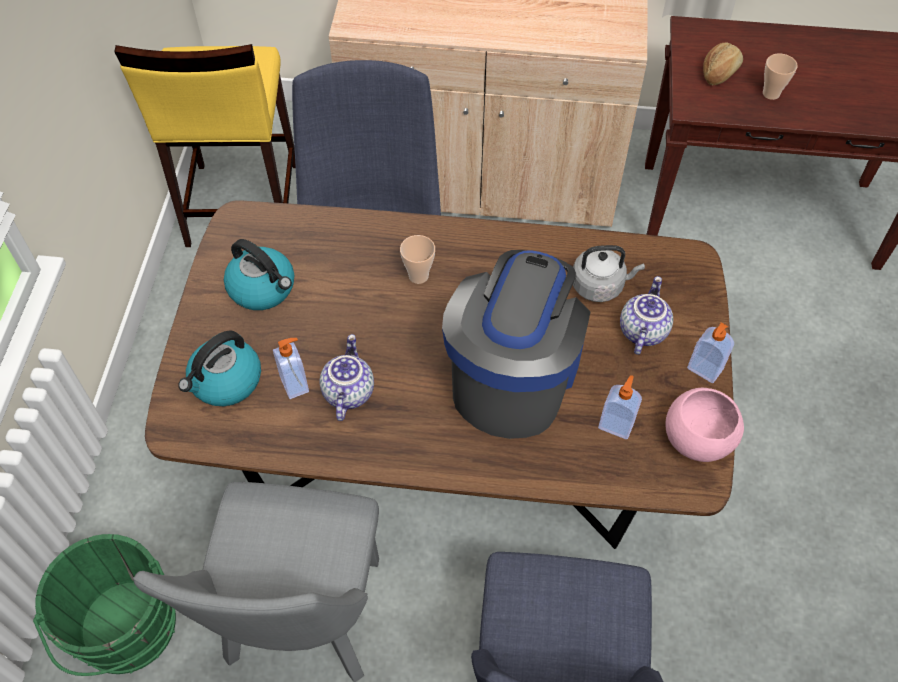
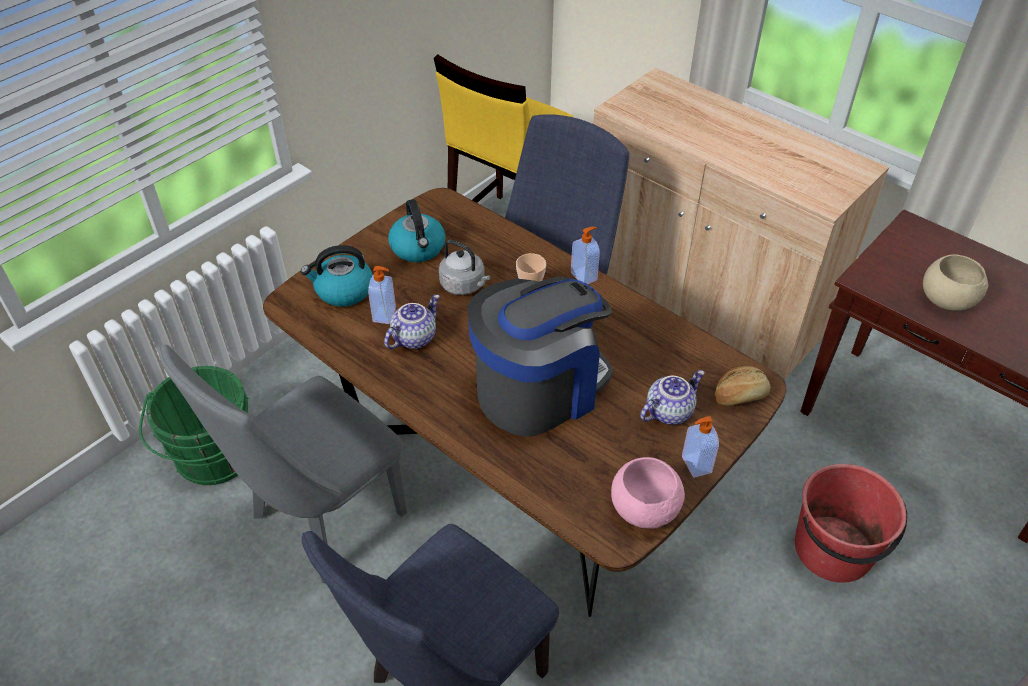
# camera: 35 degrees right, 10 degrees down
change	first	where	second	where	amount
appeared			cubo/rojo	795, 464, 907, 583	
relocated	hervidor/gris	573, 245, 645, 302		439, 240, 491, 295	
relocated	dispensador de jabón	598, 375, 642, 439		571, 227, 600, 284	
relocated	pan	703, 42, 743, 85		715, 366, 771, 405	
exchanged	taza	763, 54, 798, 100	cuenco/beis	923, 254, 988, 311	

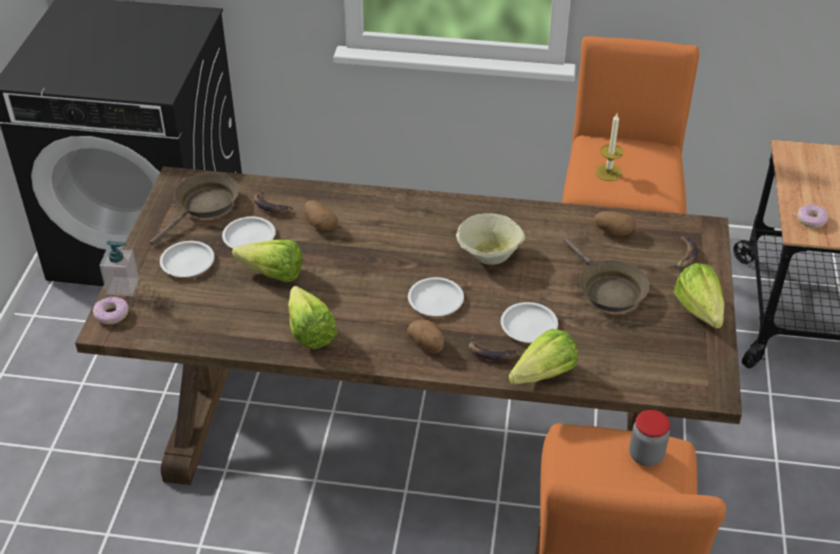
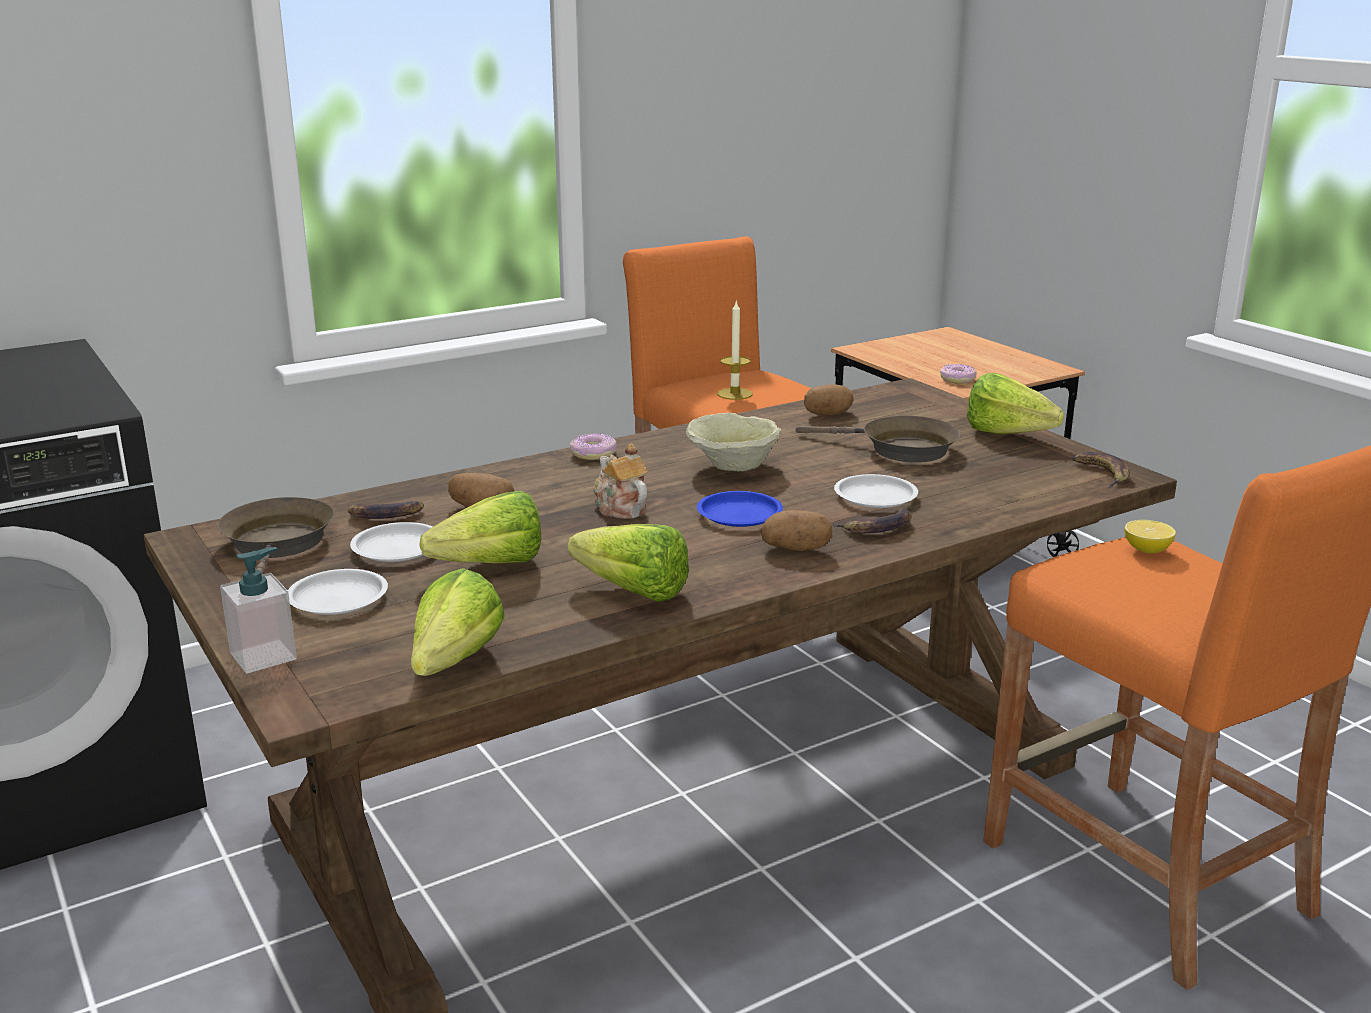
# camera: 40 degrees left, 20 degrees down
change	first	where	second	where	amount
appeared			tetera	593, 443, 648, 519	
relocated	rosquilla	93, 297, 128, 324		570, 433, 617, 460	
relocated	lechuga	509, 329, 578, 385		411, 568, 505, 676	
relocated	plátano	666, 236, 698, 269		1072, 452, 1130, 488	
exchanged	tarro	629, 410, 670, 466	limón	1124, 520, 1176, 553	
colour	plato/blanco	408, 277, 464, 316	plato/azul	697, 491, 783, 527	

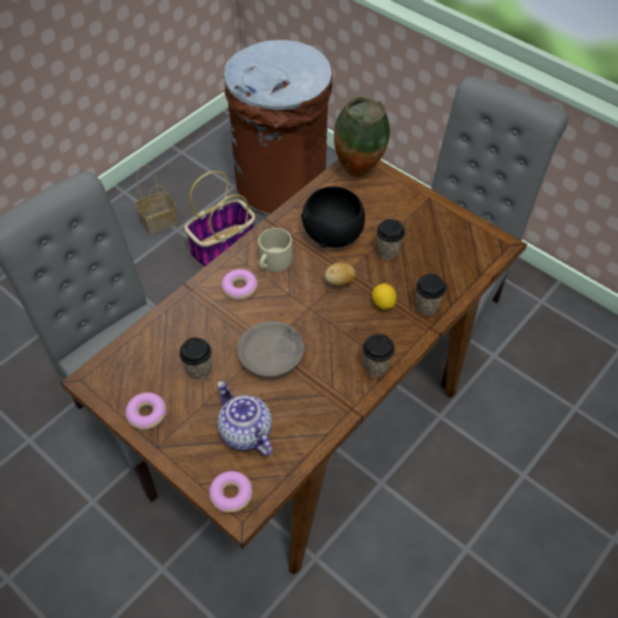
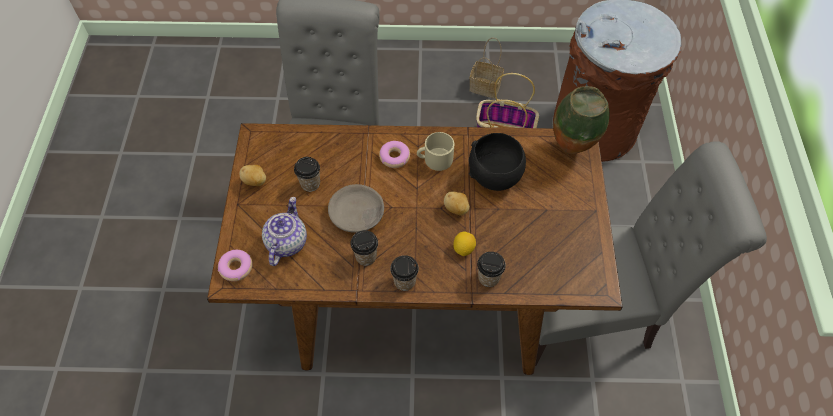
# camera: 50 degrees right, 5 degrees up
change	first	where	second	where	amount
relocated	taza	376, 219, 405, 259		350, 230, 378, 266	
exchanged	rosquilla	125, 392, 167, 430	patata	240, 165, 266, 186	

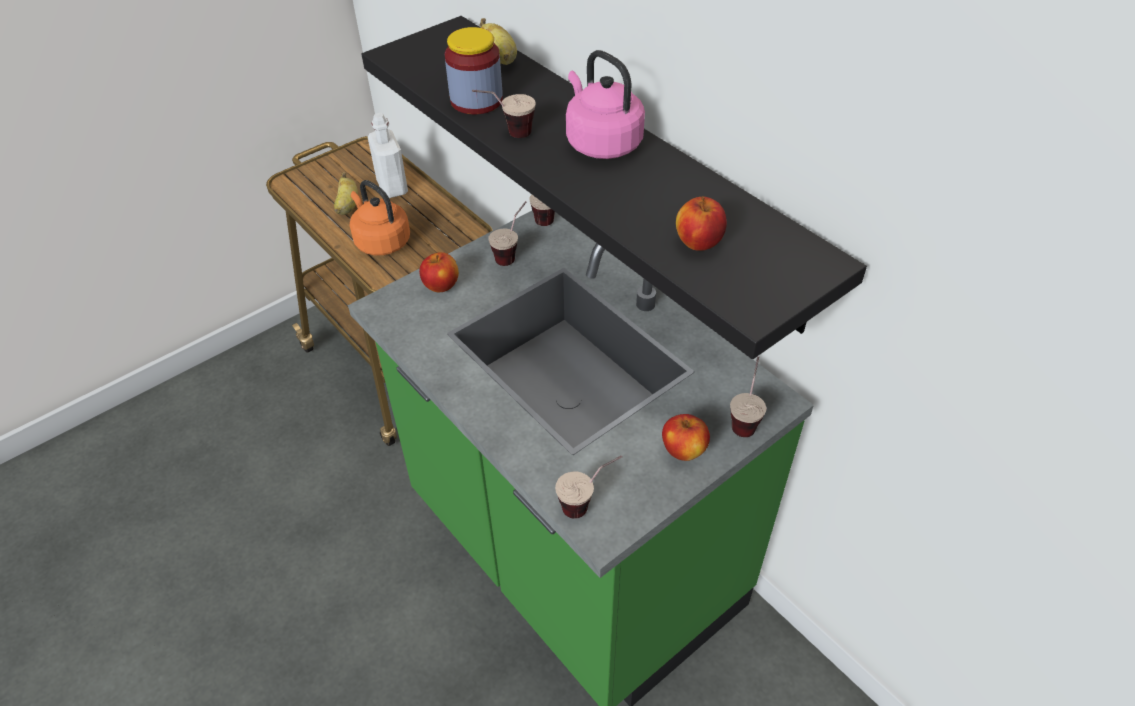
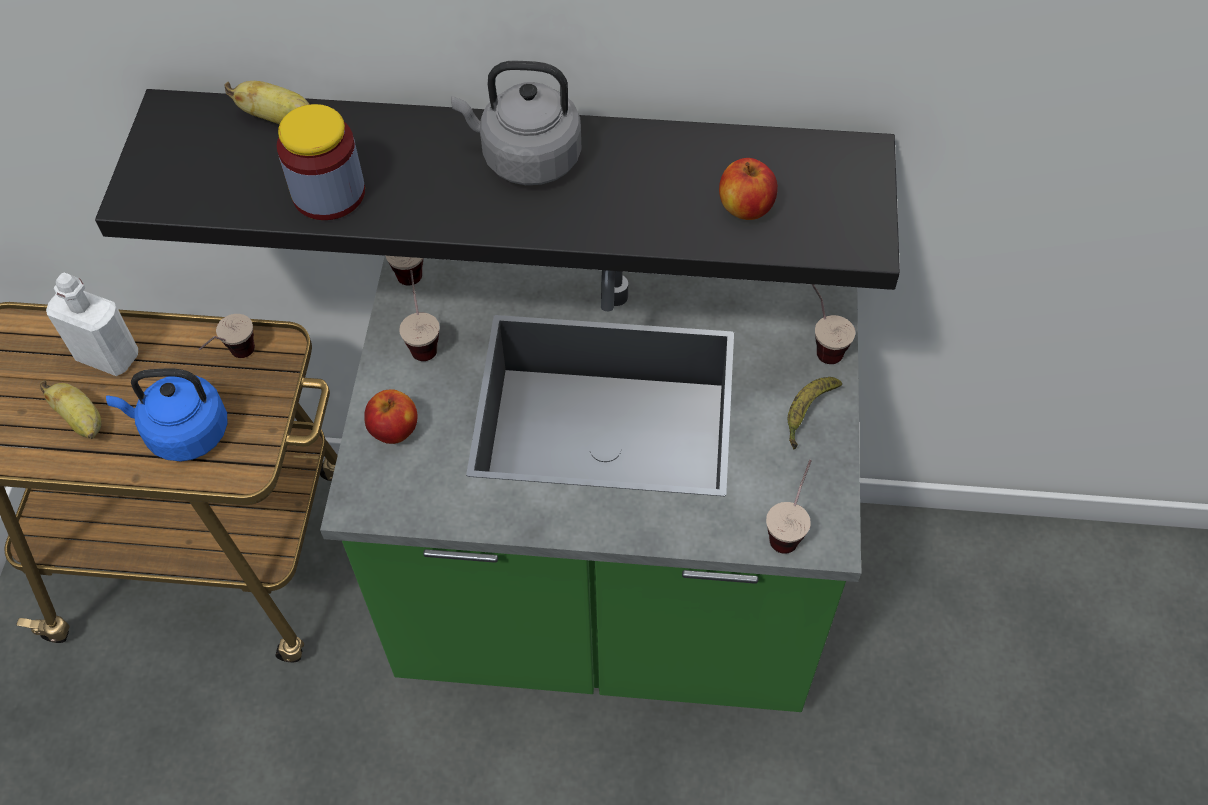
# camera: 45 degrees left, 10 degrees up
change	first	where	second	where	amount
relocated	taza	472, 90, 536, 138		199, 314, 255, 358	
exchanged	manzana	662, 414, 710, 461	plátano	788, 377, 842, 449	
colour	hervidor/naranja	350, 180, 410, 255	hervidor/azul	106, 368, 228, 462	
colour	hervidor/rosa	566, 50, 645, 159	hervidor/gris	451, 61, 582, 185	

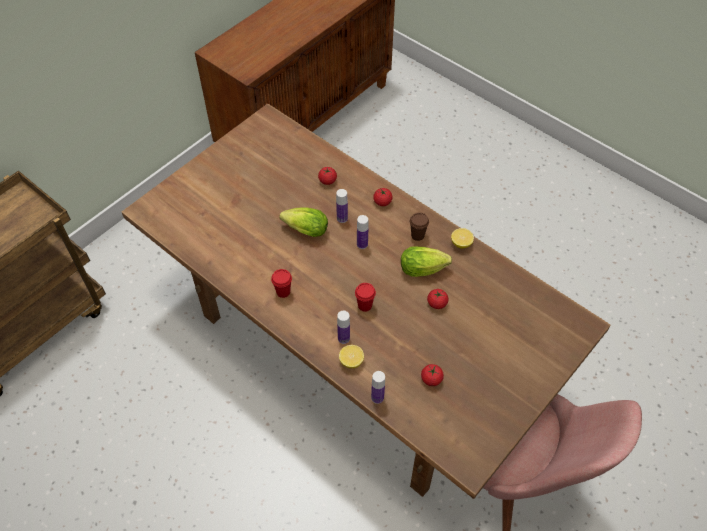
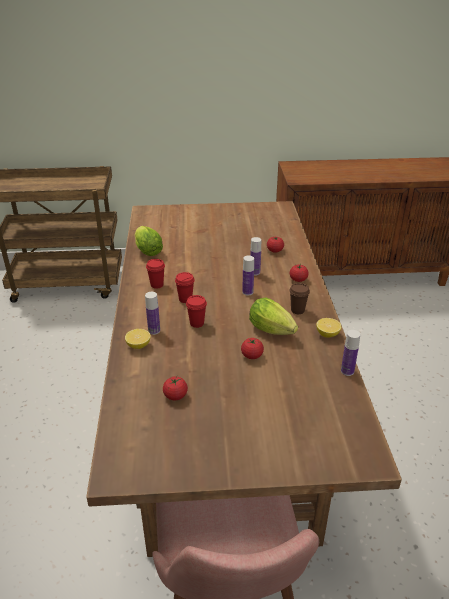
# camera: 45 degrees right, 20 degrees down
change	first	where	second	where	amount
appeared			taza/rojo	175, 272, 195, 303	
relocated	lechuga	280, 207, 328, 237		135, 226, 163, 256	
relocated	botella	371, 371, 385, 404		341, 330, 360, 376	

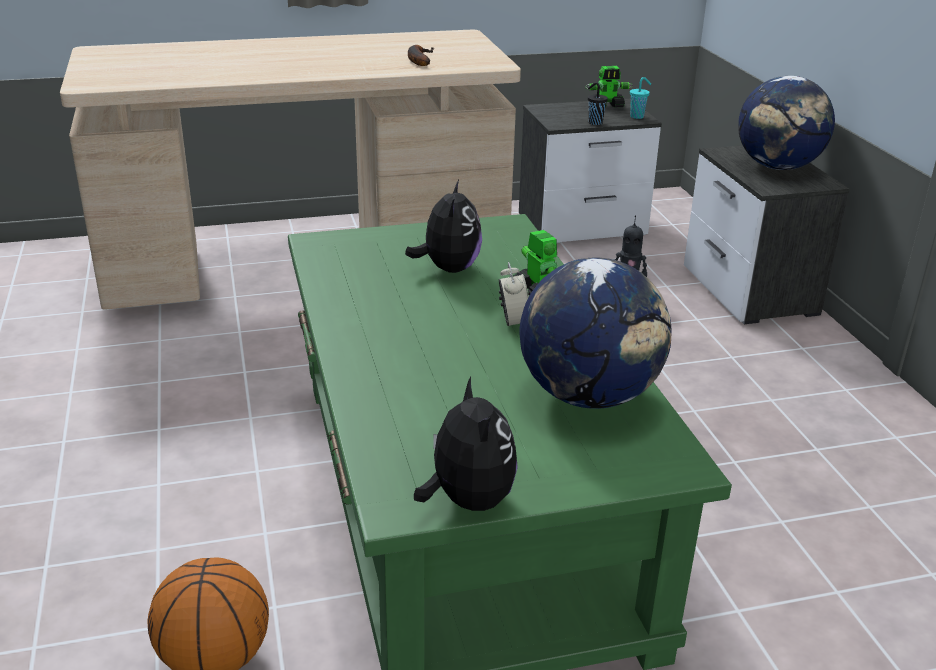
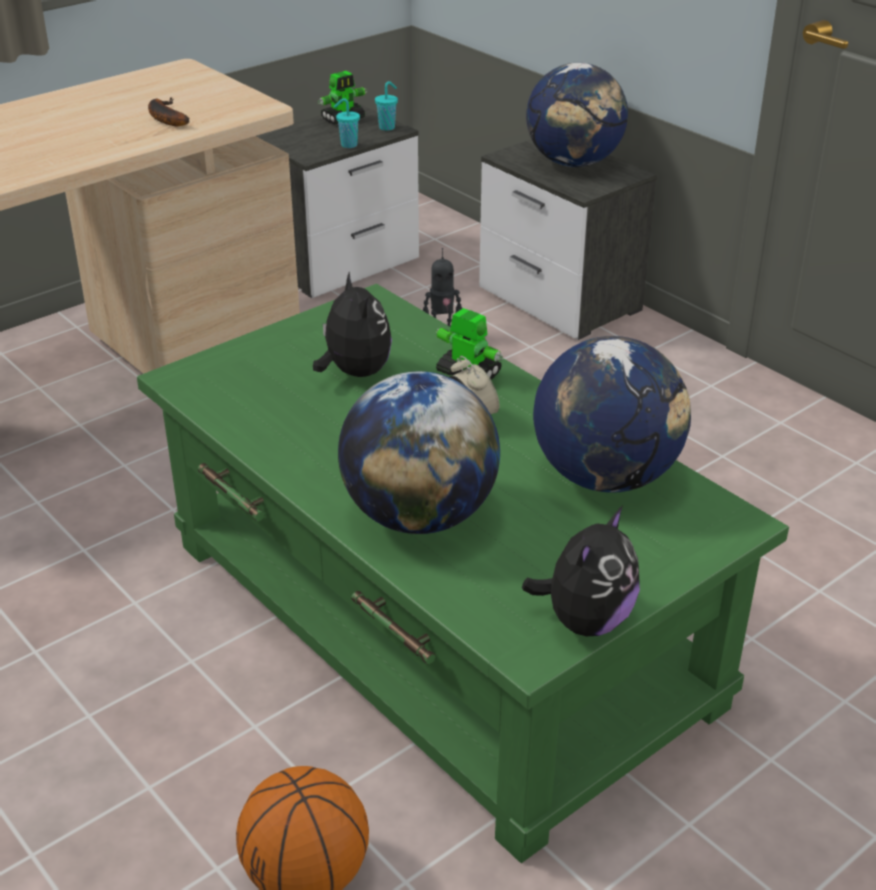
# camera: 25 degrees left, 5 degrees up
change	first	where	second	where	amount
appeared			globo terráqueo	338, 371, 500, 534	
colour	taza/negro	588, 82, 608, 125	taza/turquesa	334, 98, 360, 148	
spun	peluche	414, 376, 518, 511		522, 505, 640, 636	75 degrees clockwise

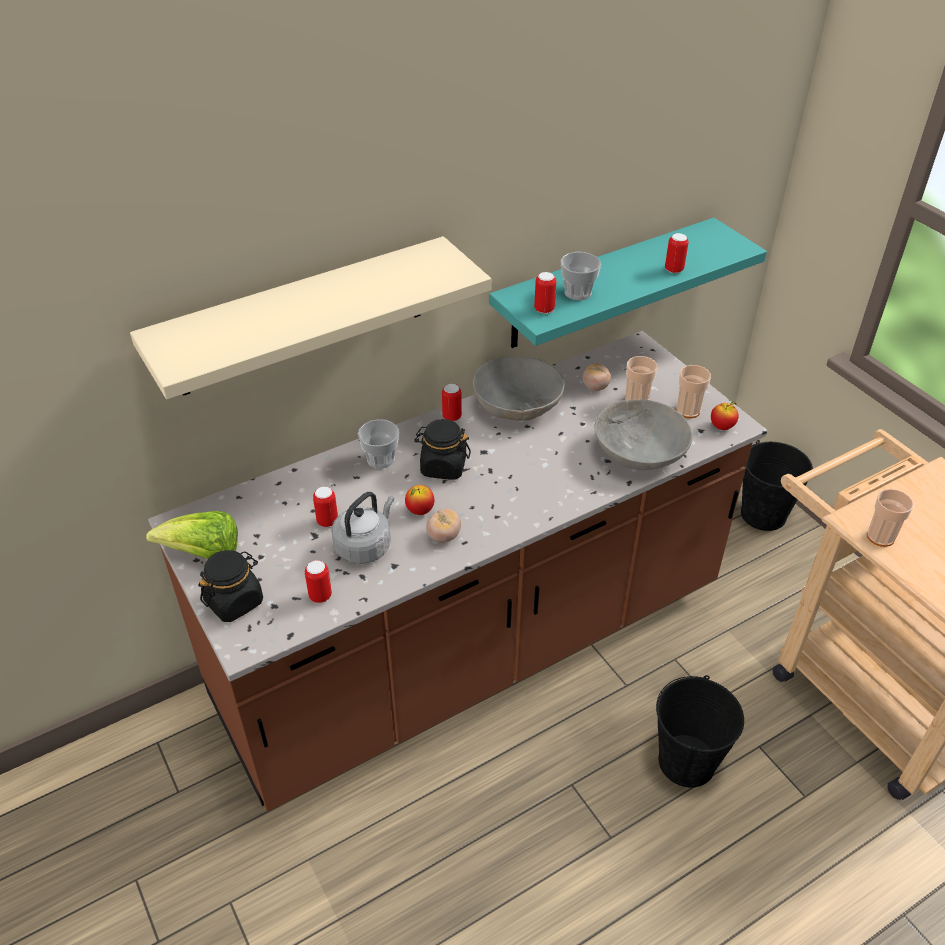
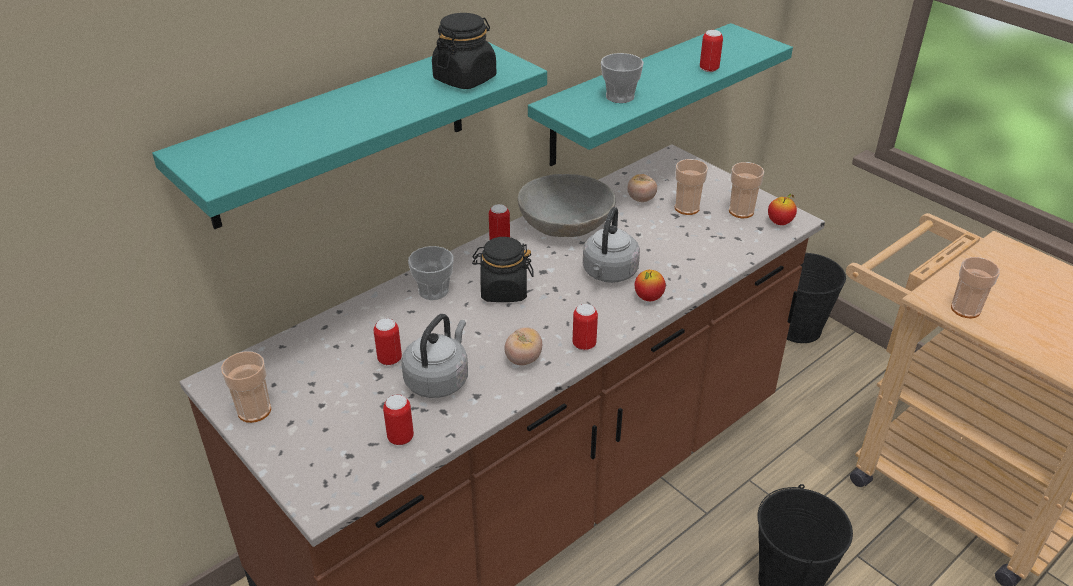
# camera: 10 degrees left, 5 degrees down
change	first	where	second	where	amount
missing	cuenco/gris	594, 399, 692, 470			
appeared			hervidor/gris	583, 207, 640, 283	
relocated	tarro/negro	198, 550, 263, 622		432, 13, 496, 89	
relocated	manzana	405, 485, 435, 515		635, 270, 666, 301	
relocated	lata	534, 272, 556, 314		573, 304, 598, 350	
exchanged	lechuga	146, 511, 238, 559	taza	221, 351, 271, 423	
colour	estante/beis	130, 236, 491, 399	estante/turquesa	152, 41, 547, 229	

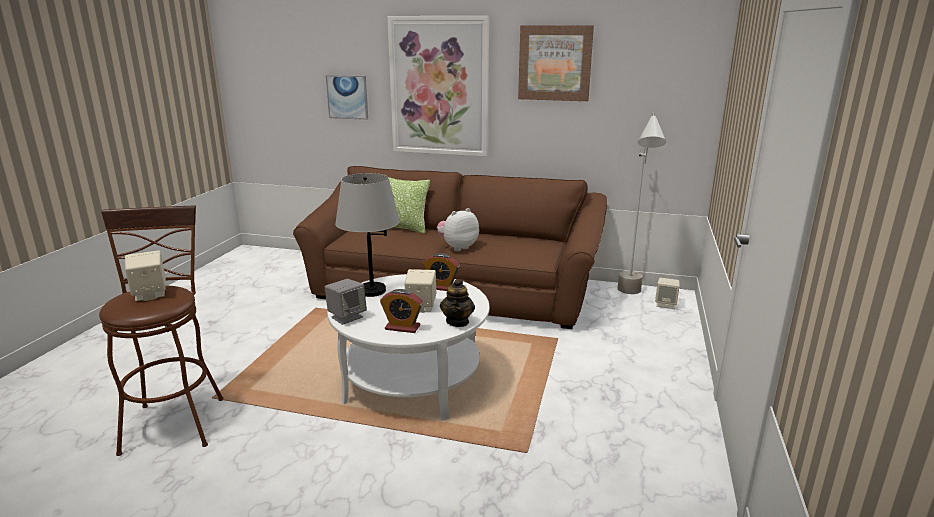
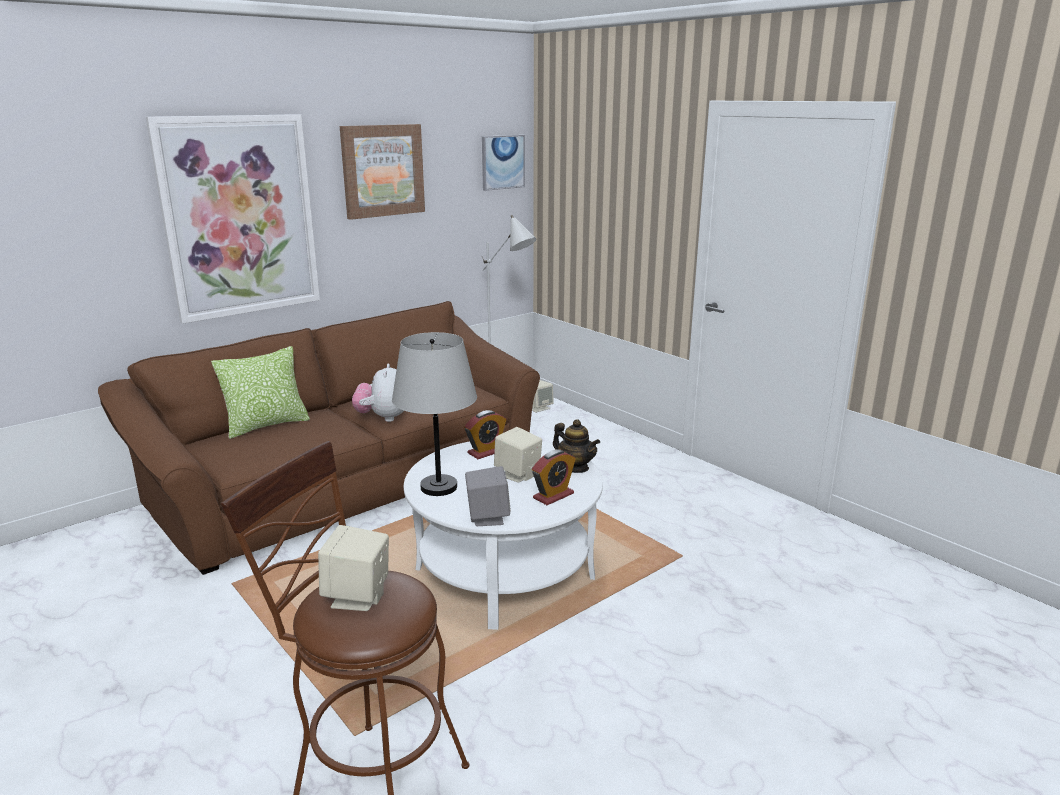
# camera: 55 degrees left, 0 degrees up
change	first	where	second	where	amount
relocated	cuadro	326, 75, 368, 120		482, 135, 525, 191	

